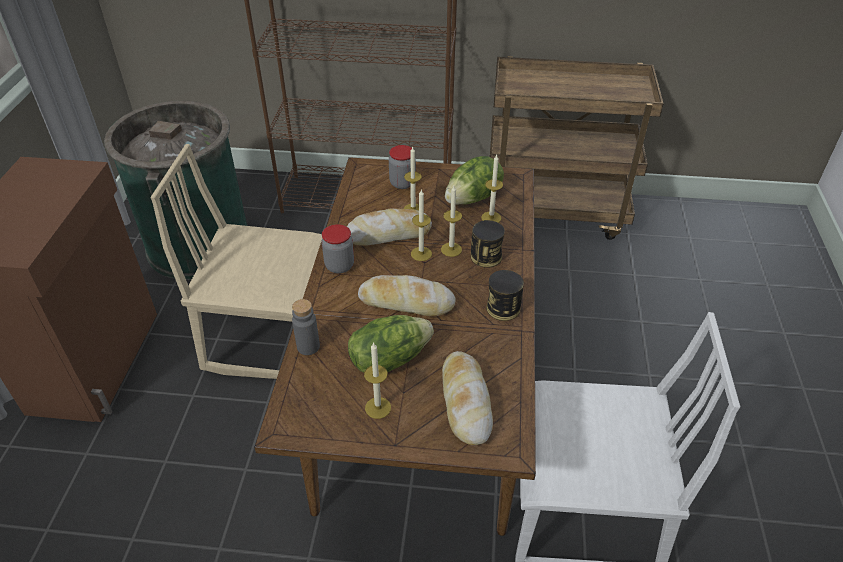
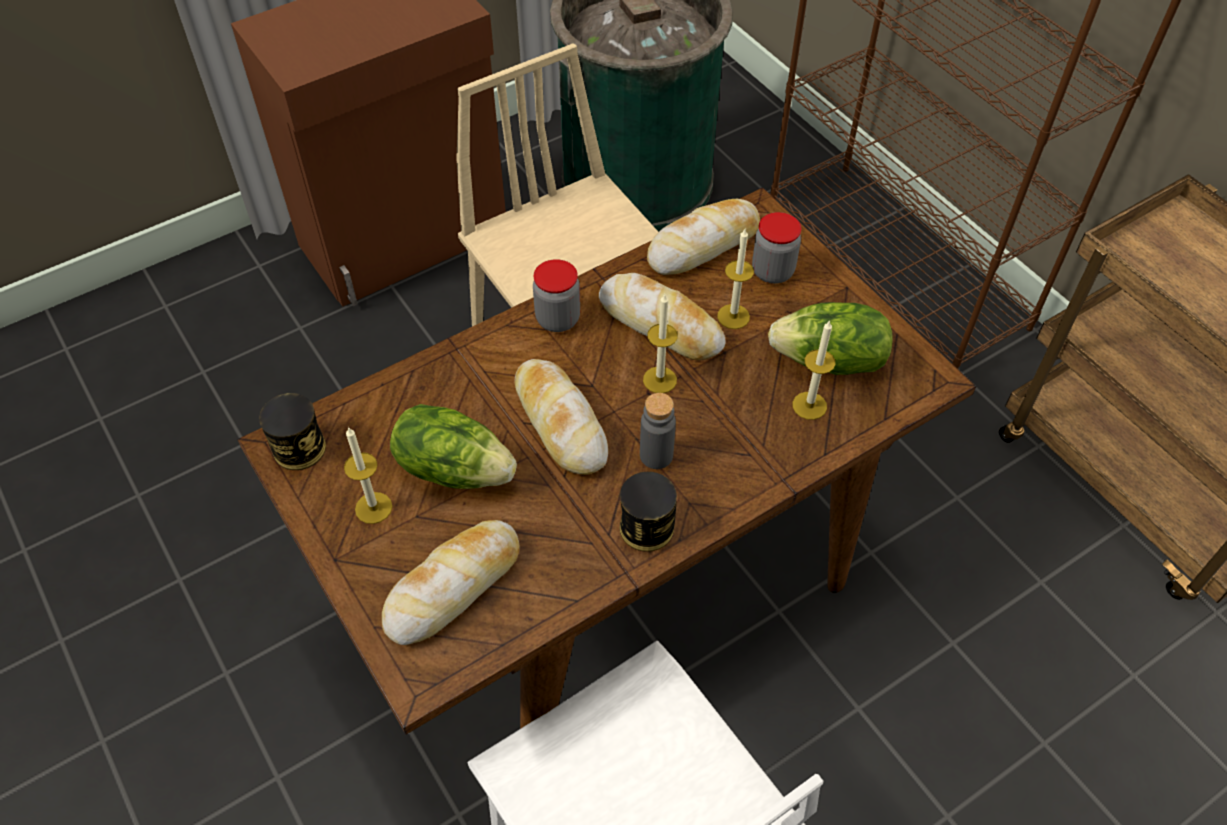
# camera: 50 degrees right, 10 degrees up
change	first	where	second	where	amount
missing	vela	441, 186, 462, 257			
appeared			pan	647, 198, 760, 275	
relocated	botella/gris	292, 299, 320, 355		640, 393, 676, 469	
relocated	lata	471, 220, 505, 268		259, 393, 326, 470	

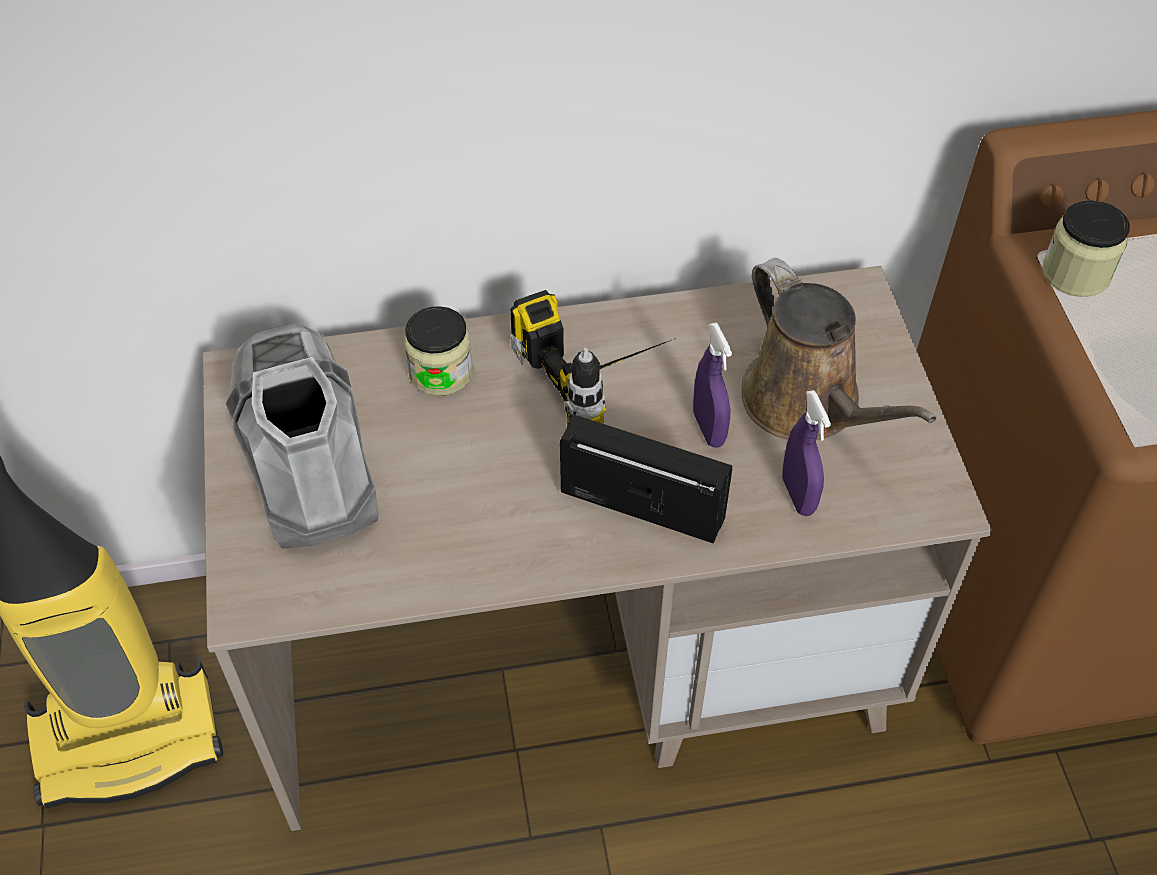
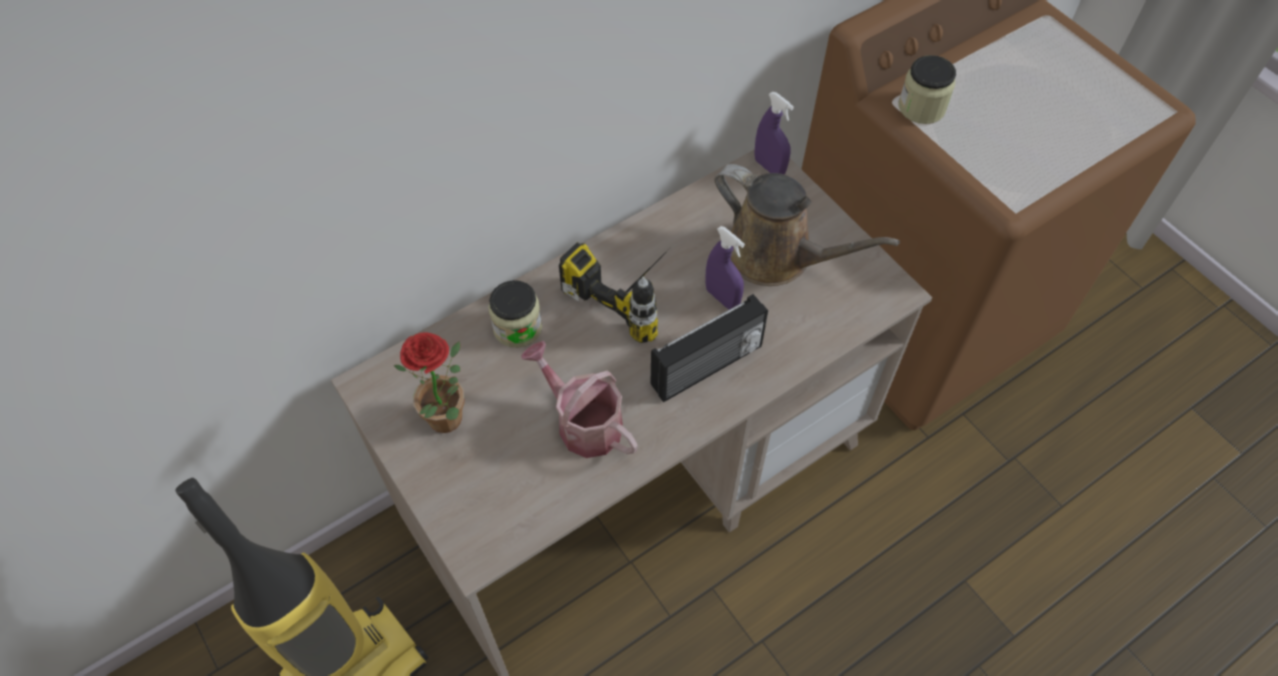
# camera: 25 degrees left, 5 degrees up
change	first	where	second	where	amount
appeared			regadera	521, 341, 638, 458	
relocated	pulverizador/morado	782, 390, 831, 516		754, 92, 794, 174	
exchanged	bota/gris	225, 324, 378, 549	planta en maceta	394, 332, 465, 433	
spun	radio	560, 414, 732, 543		650, 294, 768, 402	150 degrees clockwise

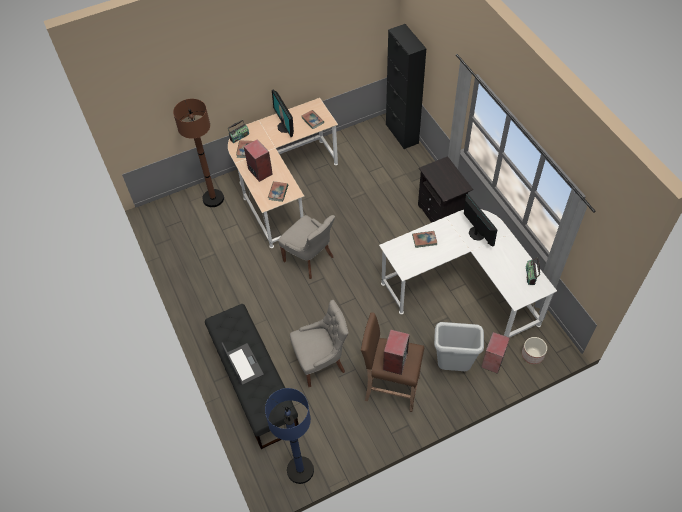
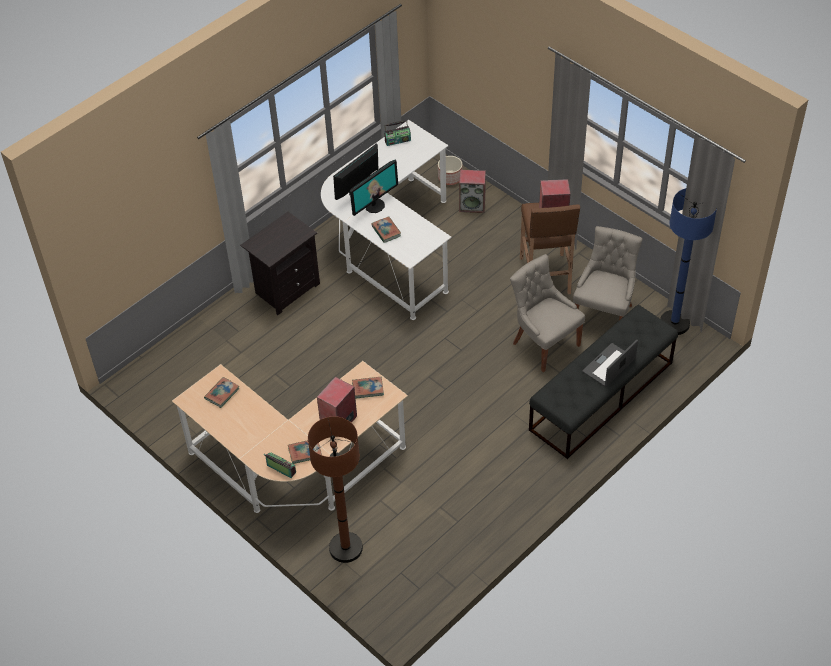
# camera: 110 degrees left, 5 degrees down
change	first	where	second	where	amount
missing	armario/negro	386, 24, 426, 149			
missing	papelera/gris	434, 322, 484, 371			
relocated	monitor	272, 90, 294, 137		350, 160, 398, 216	
relocated	silla/gris	278, 215, 335, 279		573, 226, 643, 320	

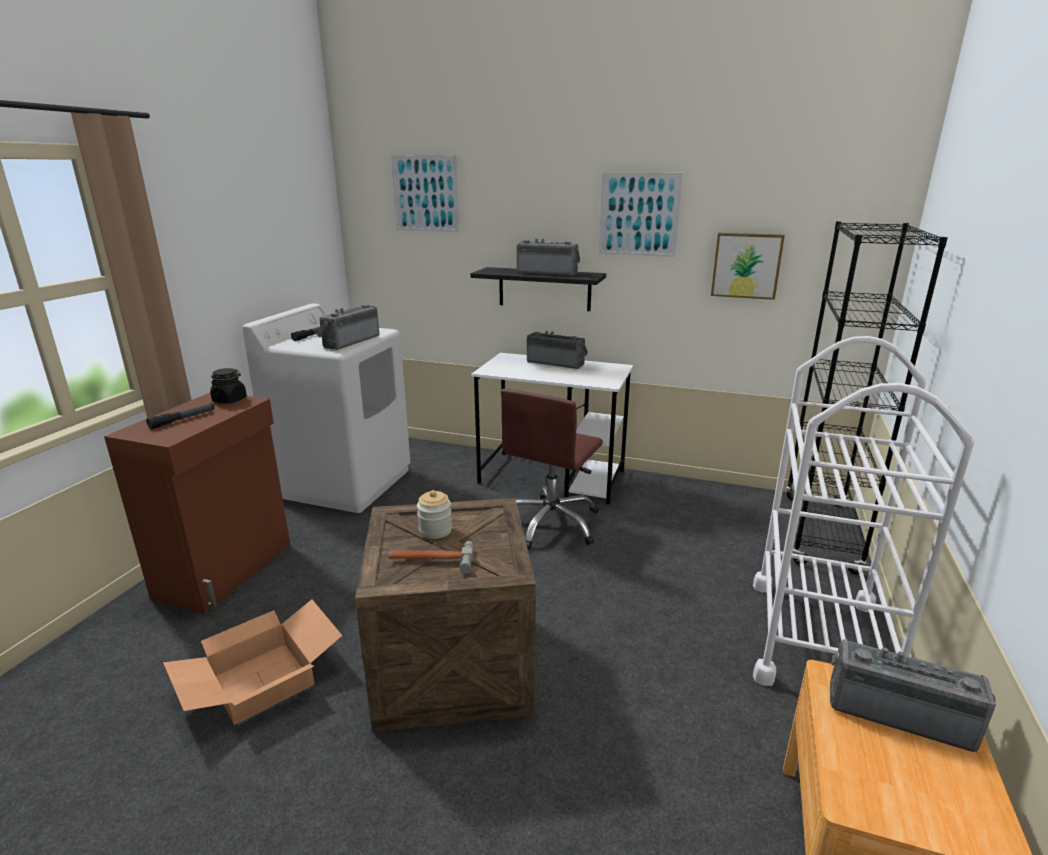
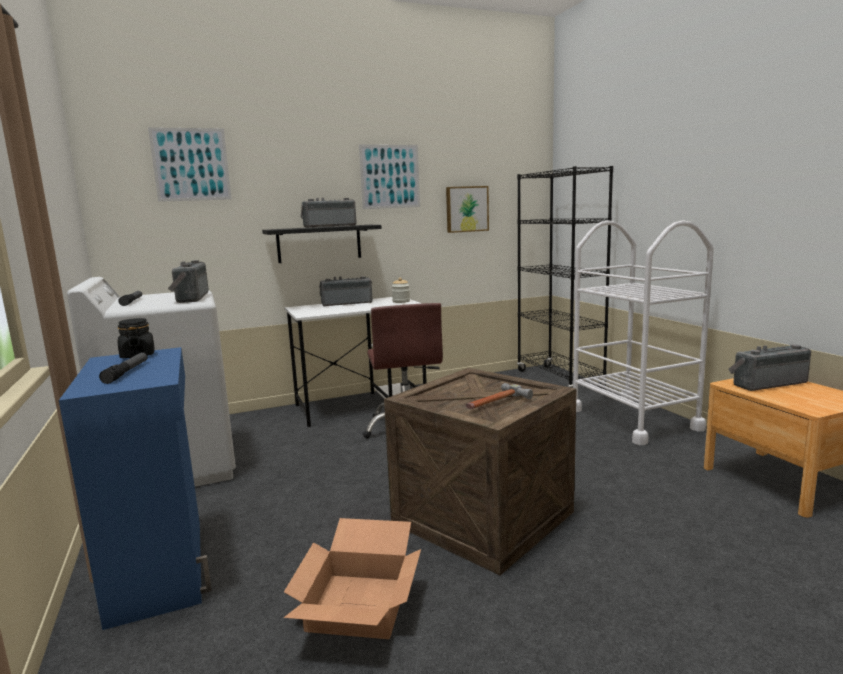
# camera: 40 degrees left, 10 degrees down
change	first	where	second	where	amount
relocated	tarro	417, 490, 452, 539		392, 278, 410, 303	
colour	armario/marrón	104, 393, 290, 614	armario/azul	59, 347, 212, 630	

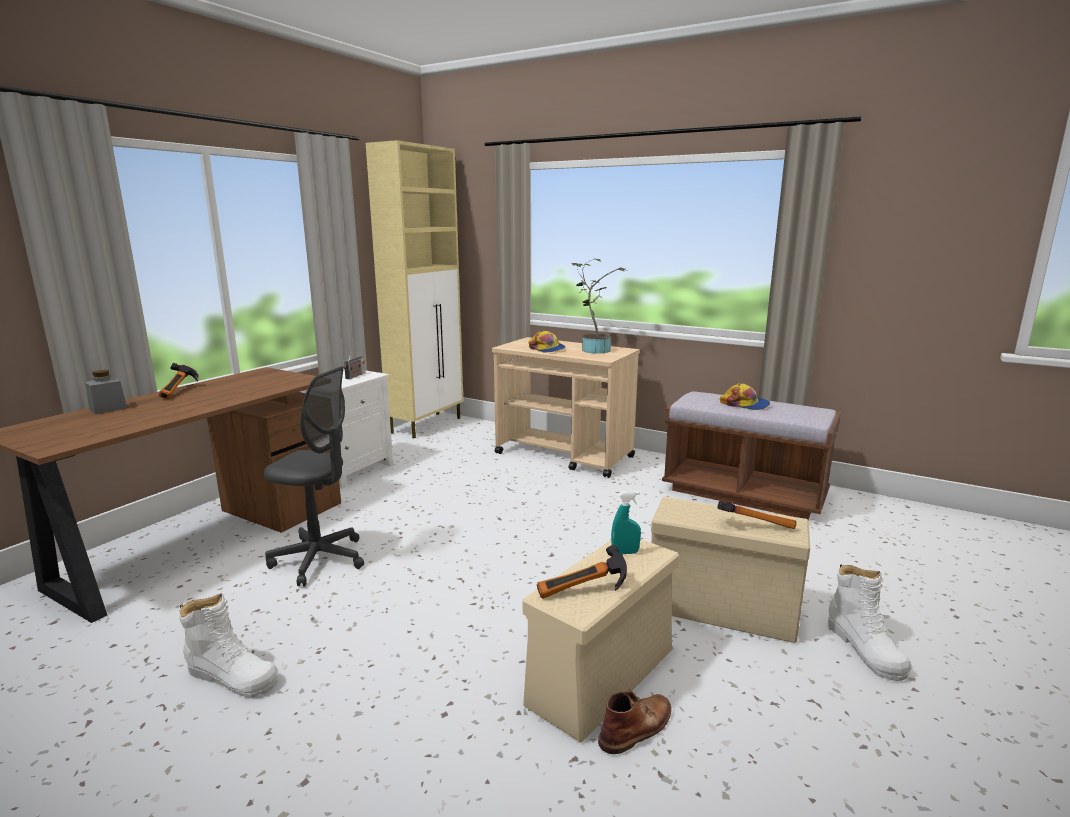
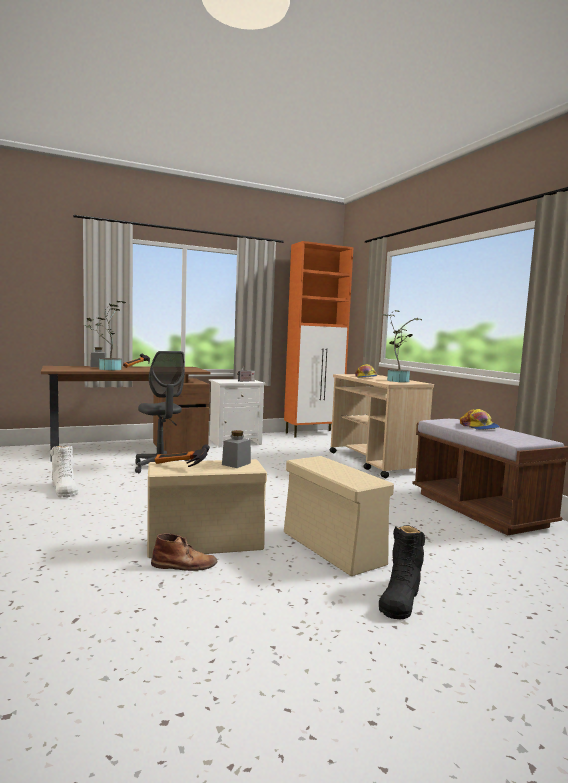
# camera: 35 degrees right, 10 degrees down
change	first	where	second	where	amount
missing	martillo	717, 501, 797, 529			
appeared			planta en maceta	85, 301, 126, 370	
exchanged	pulverizador/turquesa	611, 491, 641, 554	tarro/gris	222, 430, 251, 468	
colour	armario/beis	366, 140, 463, 438	armario/naranja	284, 241, 353, 438	
colour	bota/blanco	828, 564, 912, 681	bota/negro	379, 525, 425, 619	

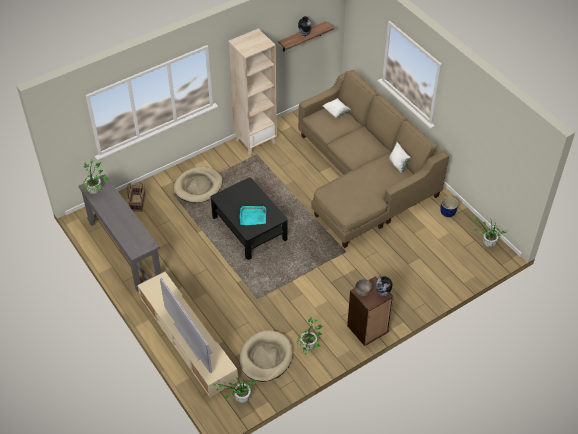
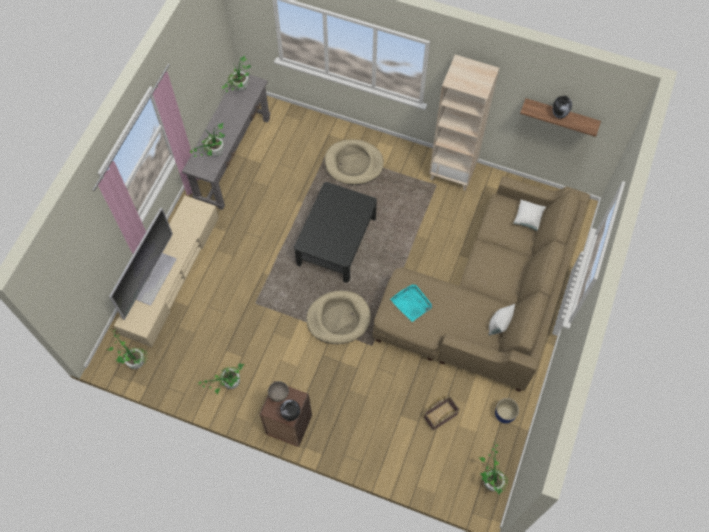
# camera: 55 degrees right, 15 degrees up
change	first	where	second	where	amount
appeared			planta en maceta	189, 122, 225, 157	
relocated	cesta	127, 183, 146, 212		424, 396, 460, 431	
relocated	cama para perro/beis	239, 330, 293, 382		306, 291, 371, 344	
relocated	bandeja/turquesa	240, 206, 266, 225		390, 284, 432, 322	

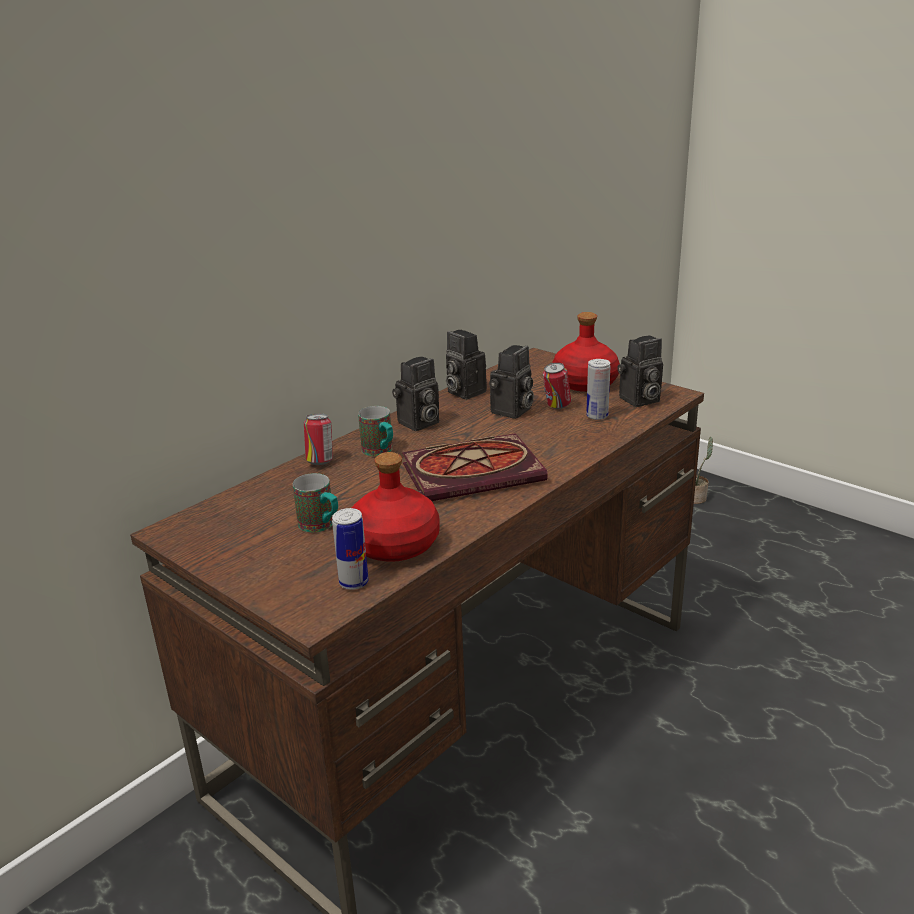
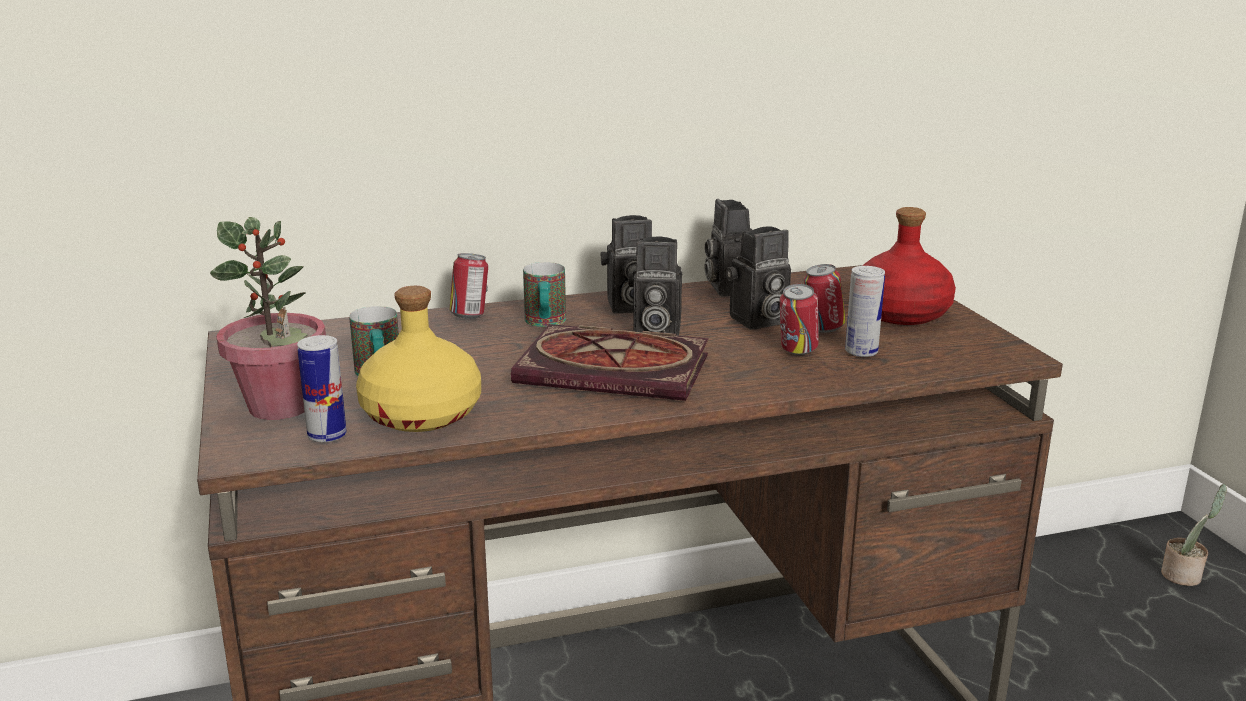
# camera: 30 degrees right, 5 degrees down
change	first	where	second	where	amount
appeared			planta en maceta	210, 217, 326, 420	
appeared			lata	780, 284, 819, 355	
relocated	cámara	617, 336, 663, 407		628, 236, 682, 336	
colour	botella/rojo	352, 452, 440, 562	botella/amarillo	356, 286, 481, 432	

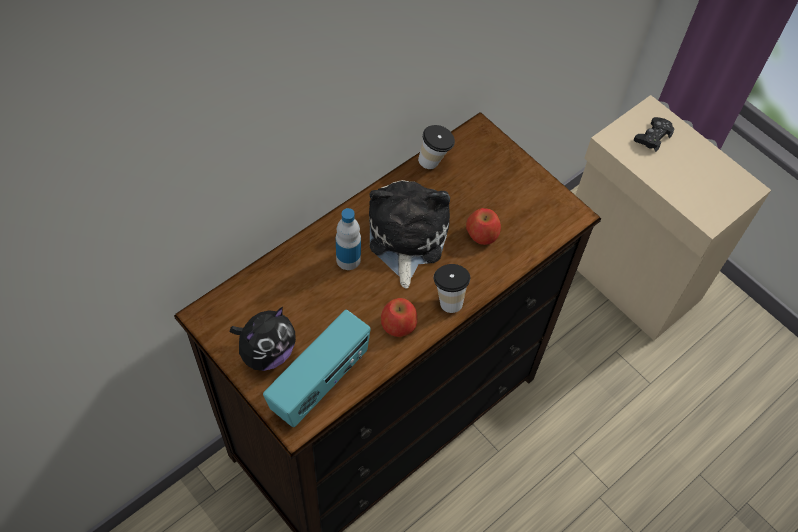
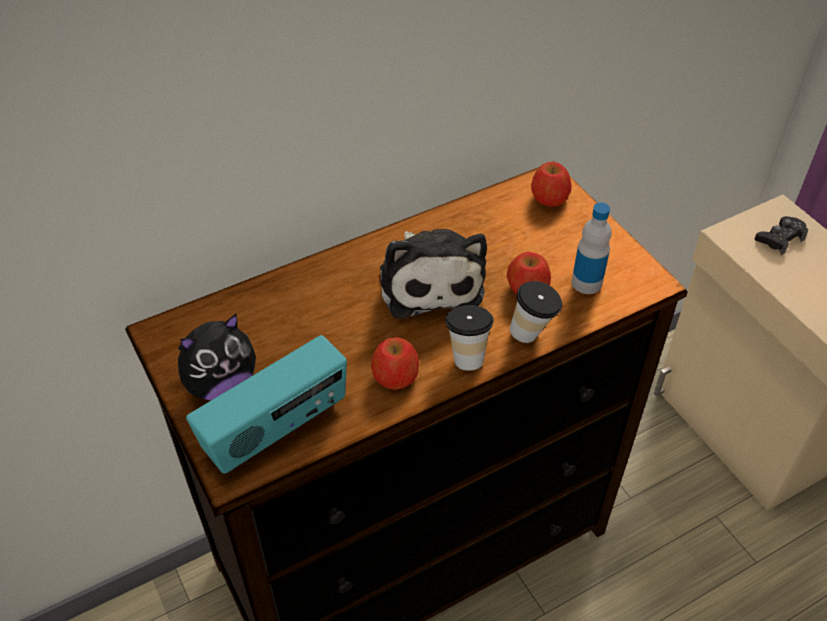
# camera: 15 degrees right, 10 degrees down
change	first	where	second	where	amount
appeared			manzana	531, 162, 572, 207	
relocated	botella	336, 208, 361, 270		572, 203, 611, 294	
relocated	taza	418, 125, 455, 169		510, 281, 562, 343	
spun	peluche	369, 180, 450, 288		380, 229, 487, 319	150 degrees clockwise

